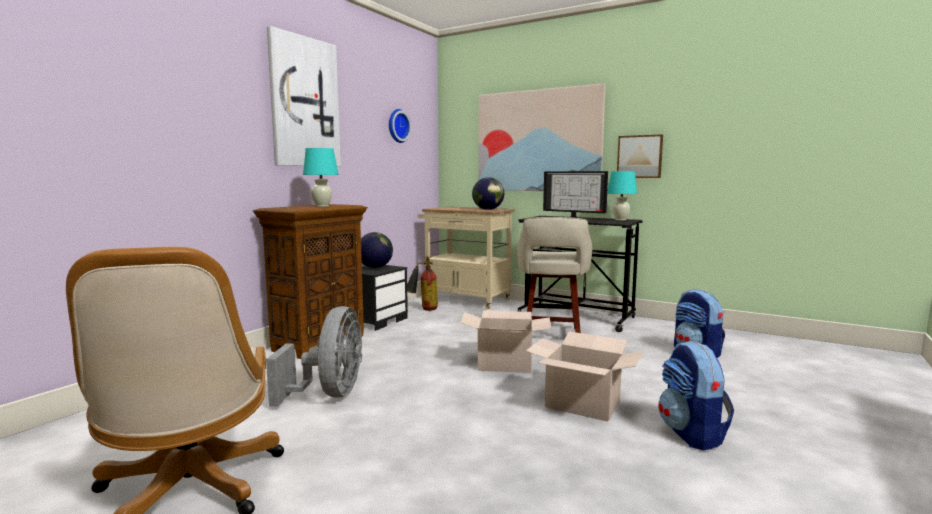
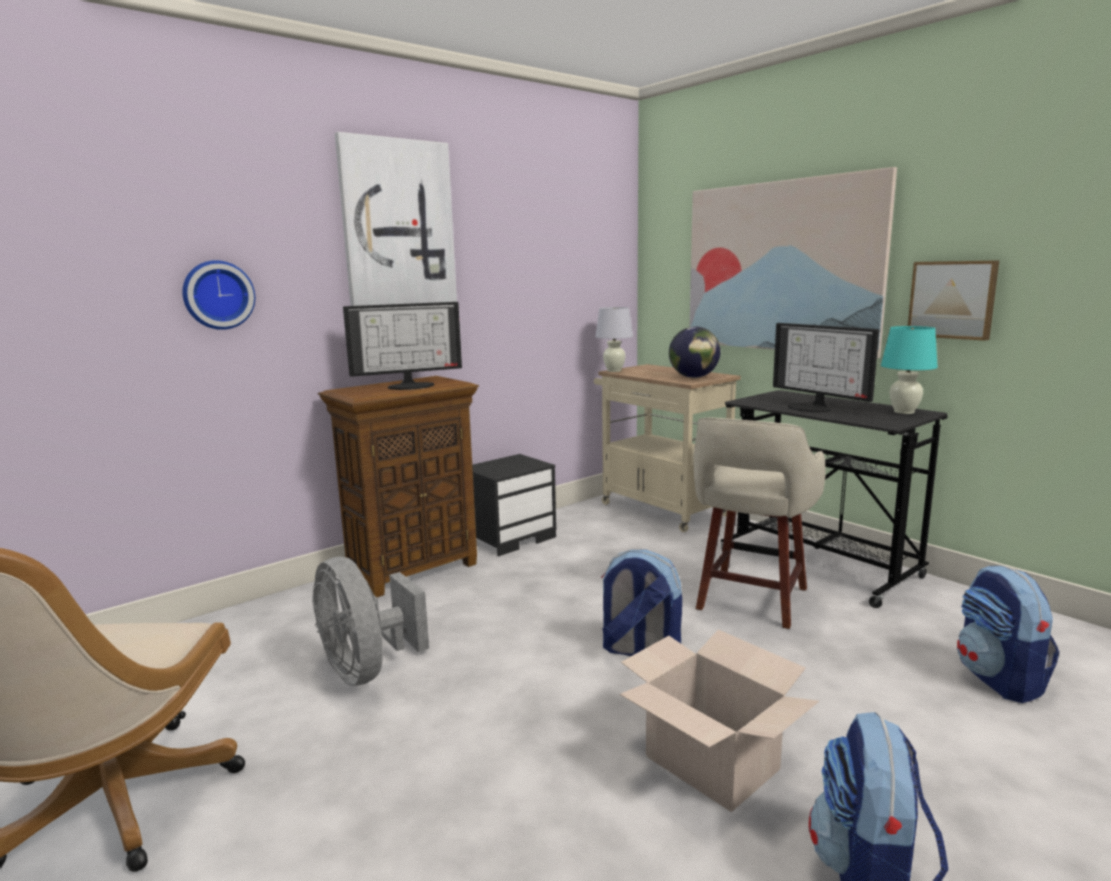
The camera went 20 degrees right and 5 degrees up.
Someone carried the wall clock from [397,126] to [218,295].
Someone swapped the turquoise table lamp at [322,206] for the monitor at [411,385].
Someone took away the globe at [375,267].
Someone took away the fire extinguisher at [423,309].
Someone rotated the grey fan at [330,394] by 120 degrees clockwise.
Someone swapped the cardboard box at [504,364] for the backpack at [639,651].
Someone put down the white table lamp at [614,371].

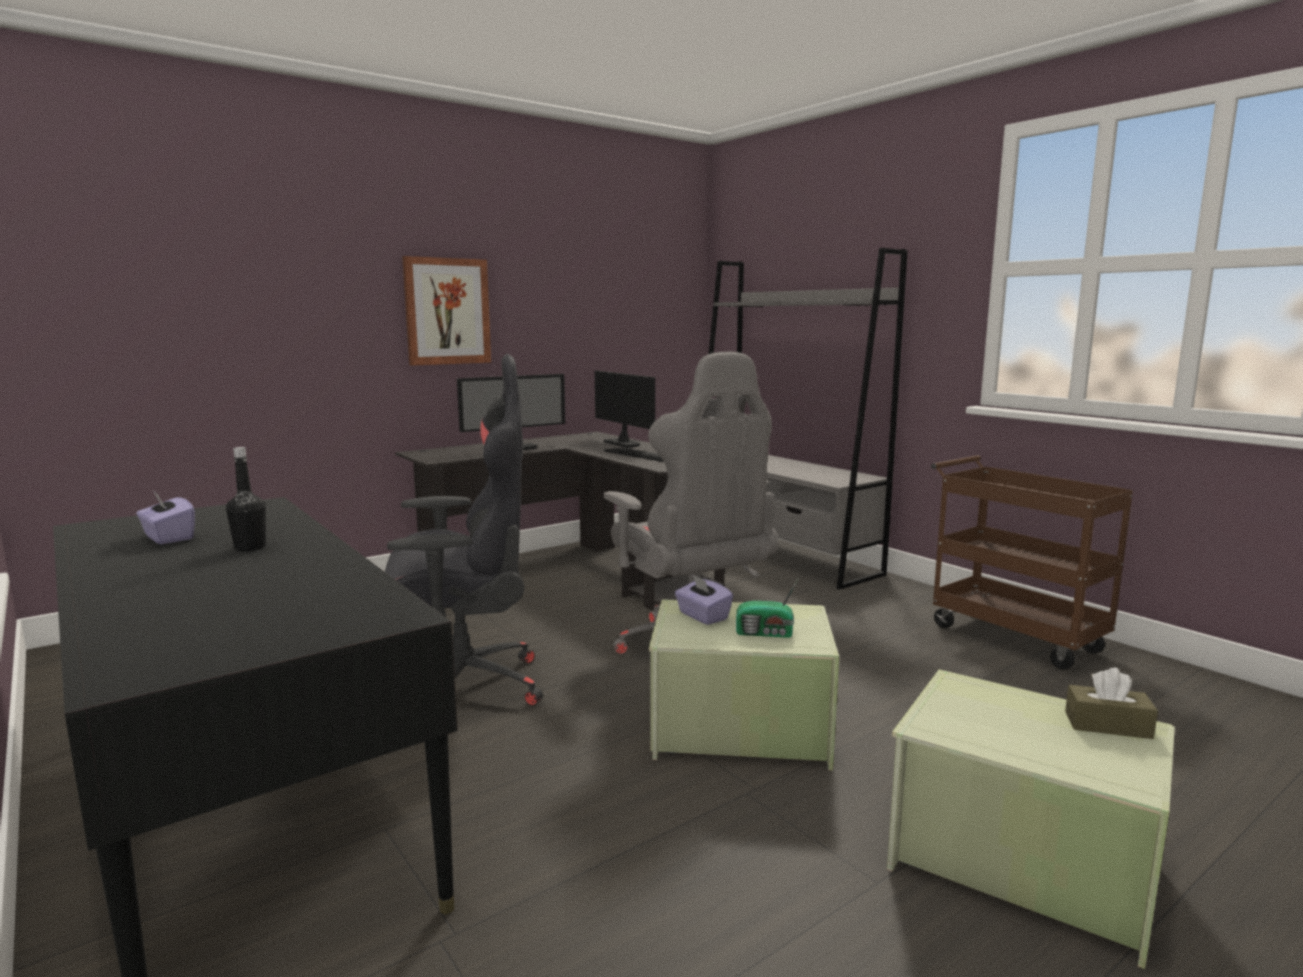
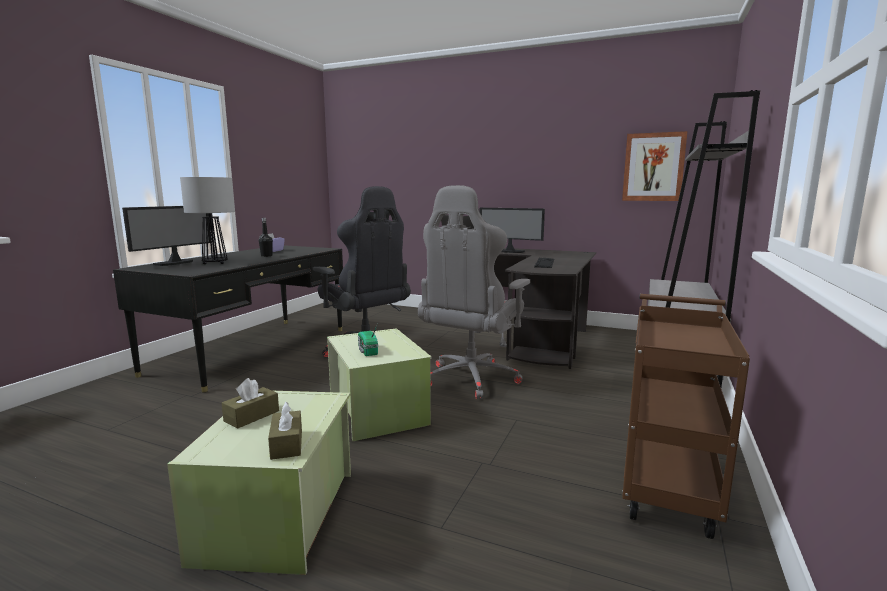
The camera went 60 degrees right and 0 degrees up.
Someone carried the picture from [447,311] to [653,167].
Someone carried the monitor from [623,443] to [175,263].
Someone took away the purple tissue box at [702,616].
Someone put down the table lamp at [215,263].
Someone put down the brown tissue box at [252,416].

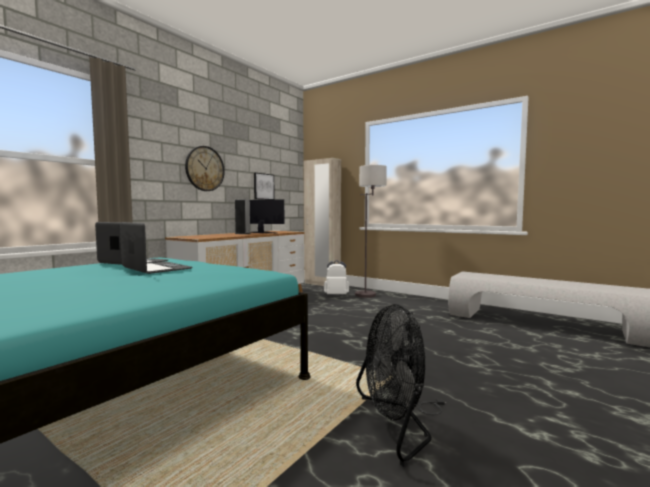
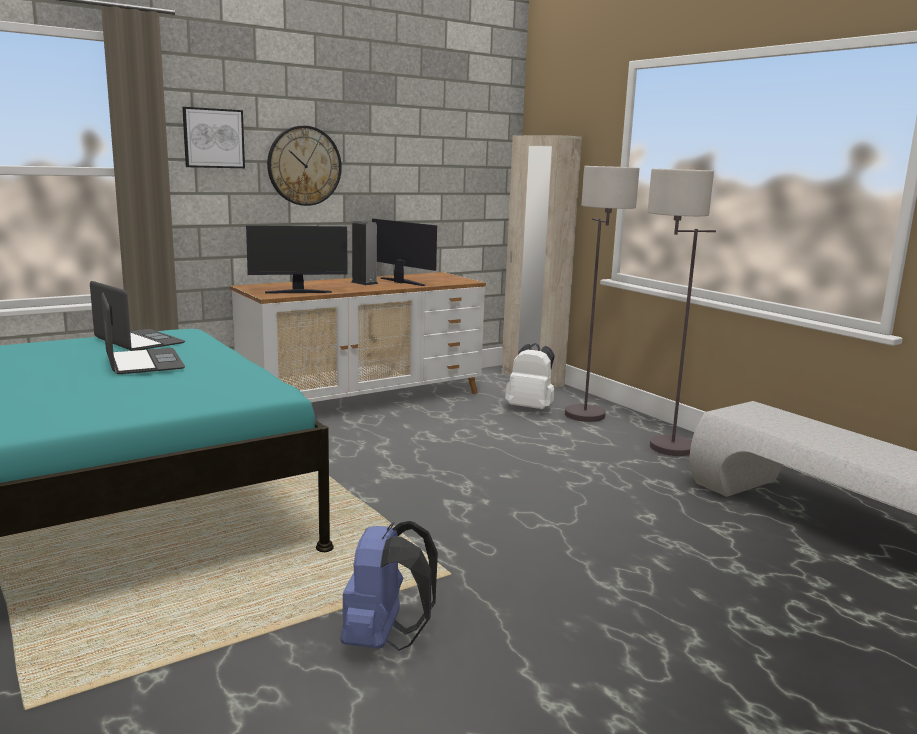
The camera went 20 degrees right and 10 degrees up.
Someone carried the picture from [263,186] to [213,138].
Someone swapped the black fan at [400,422] for the blue backpack at [384,639].
Someone put down the grey floor lamp at [660,449].
Someone put down the monitor at [298,292].

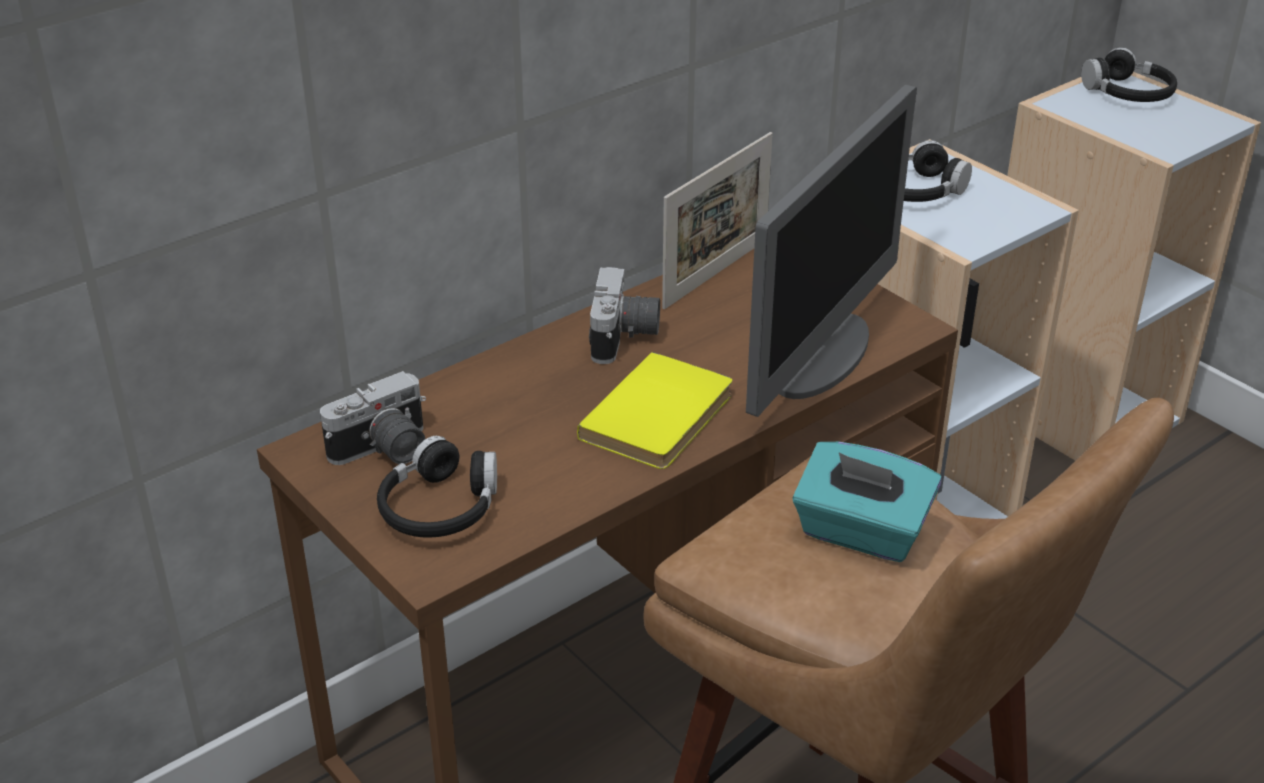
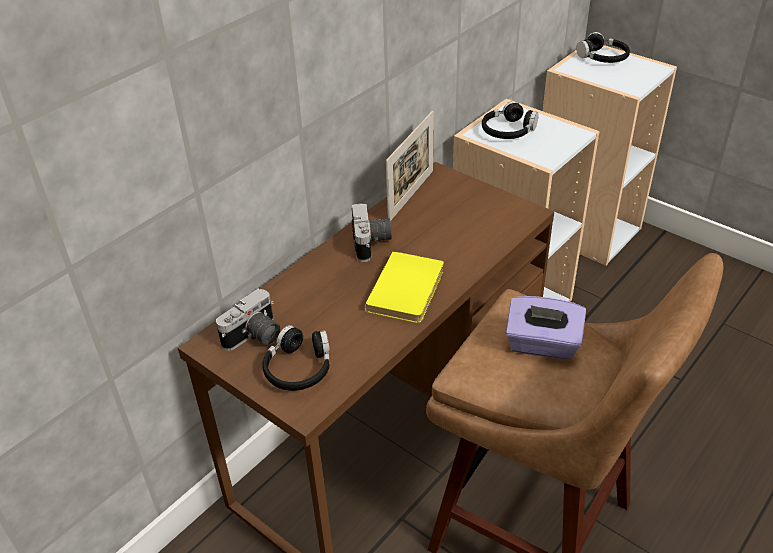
The camera went 10 degrees left and 5 degrees up.
Someone took away the monitor at [821,356].
Someone repainted the turquoise tissue box at [861,533], which became the purple tissue box at [542,345].

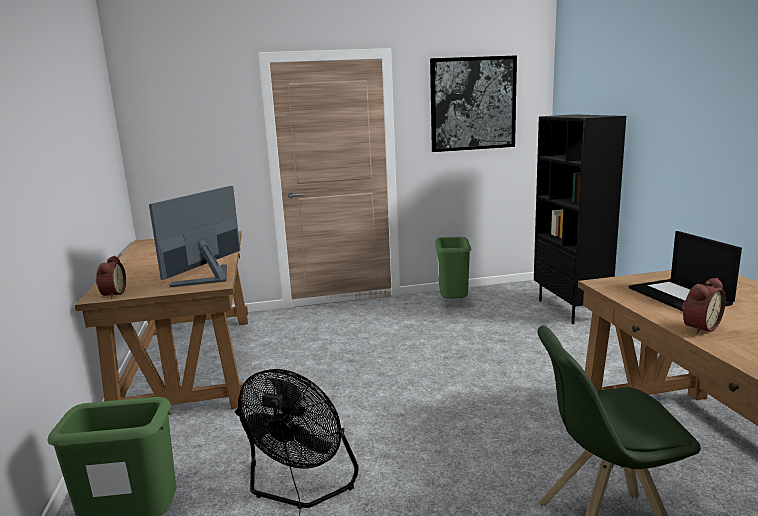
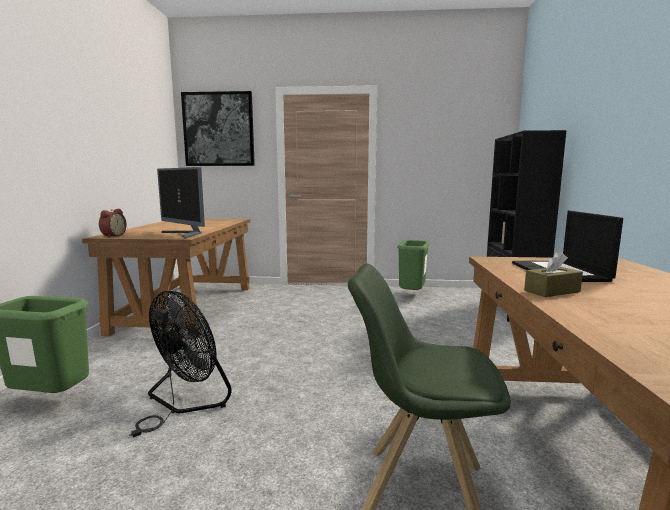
The camera went 15 degrees right and 5 degrees down.
Someone carried the picture from [473,104] to [218,129].
Someone rotated the monitor at [208,278] by 90 degrees counterclockwise.
Someone swapped the alarm clock at [698,327] for the brown tissue box at [552,291].

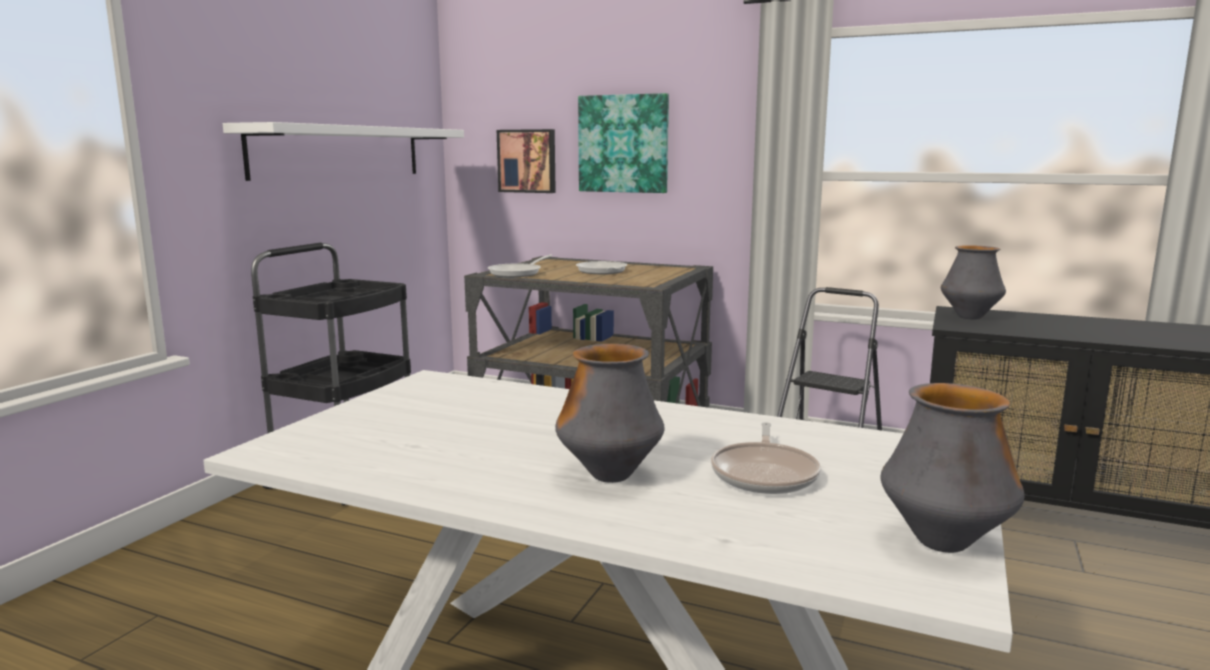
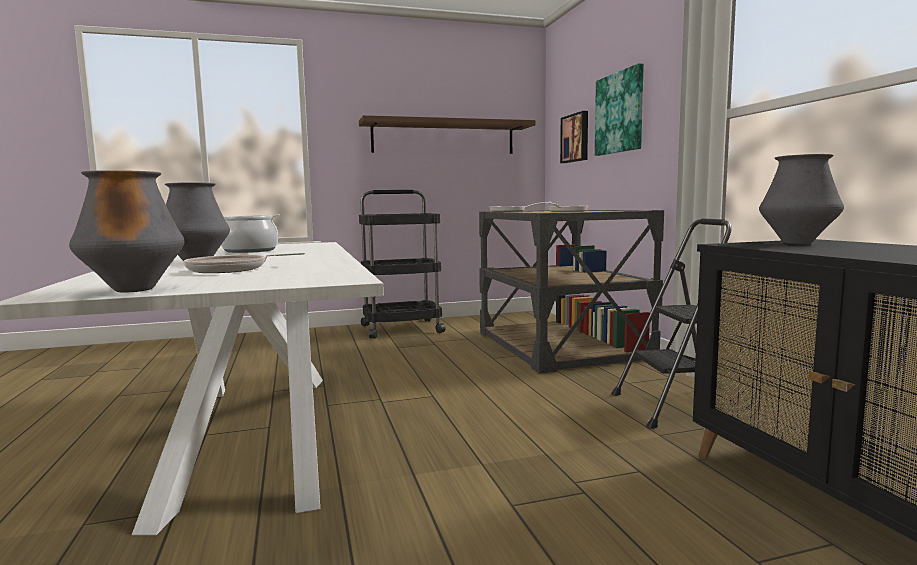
The camera went 50 degrees right and 5 degrees down.
Someone repainted the white shelf at [339,152], which became the brown shelf at [443,138].
Someone put down the cooking pot at [250,251].

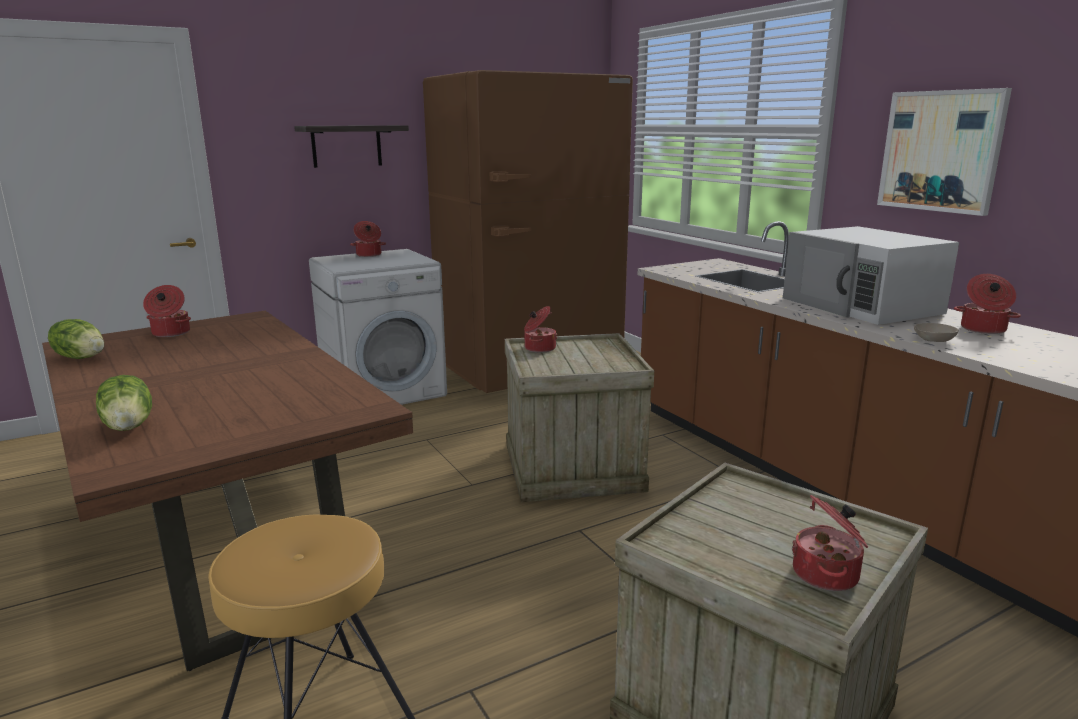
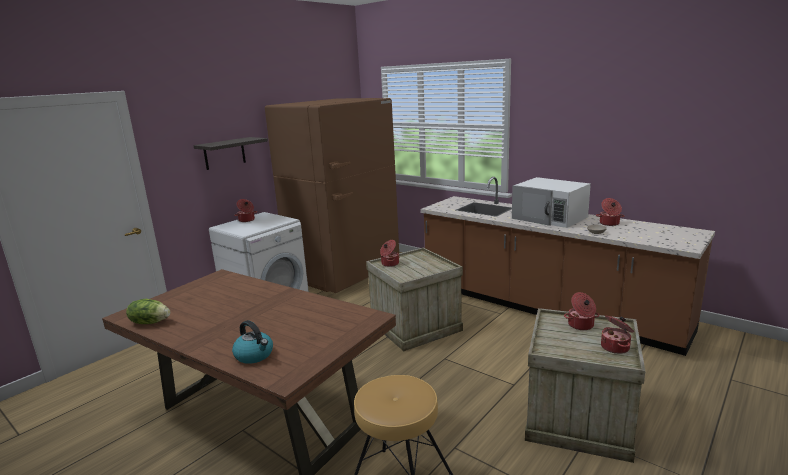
The camera went 20 degrees left and 0 degrees up.
Someone took away the picture at [941,151].
Someone carried the cooking pot from [170,333] to [581,325].
Someone swapped the lettuce at [130,426] for the kettle at [254,355].

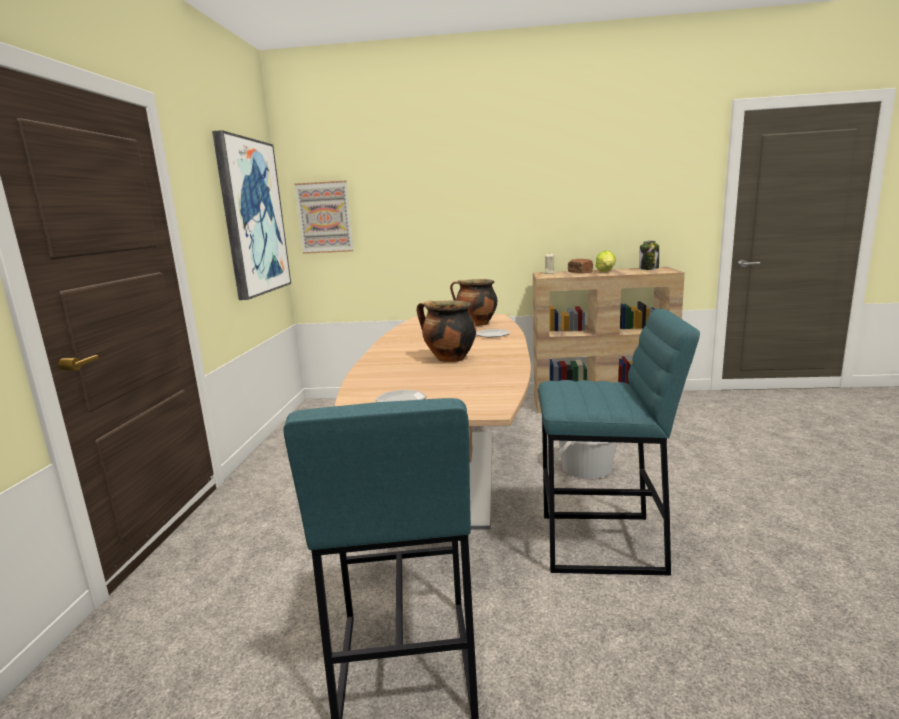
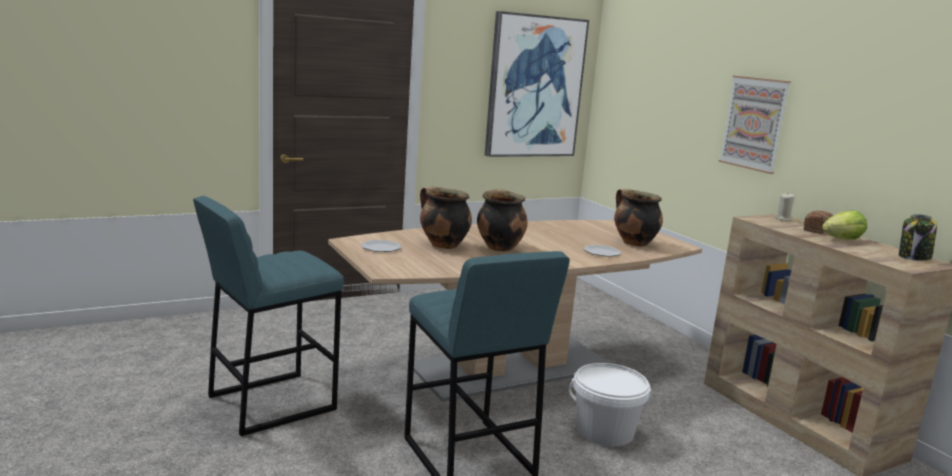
The camera went 55 degrees right and 0 degrees up.
Someone carried the picture from [324,217] to [754,123].
Someone put down the cooking pot at [442,245].

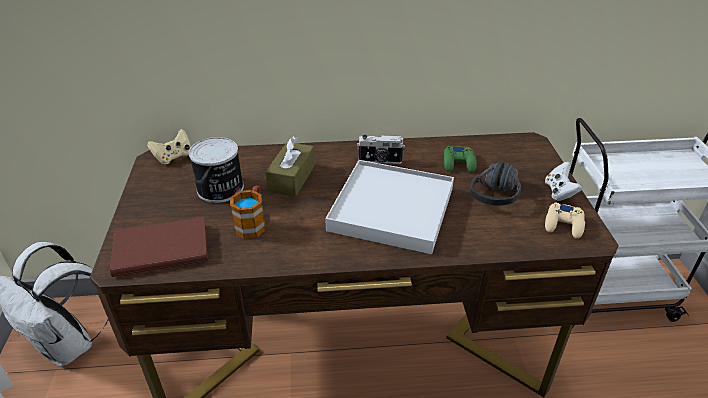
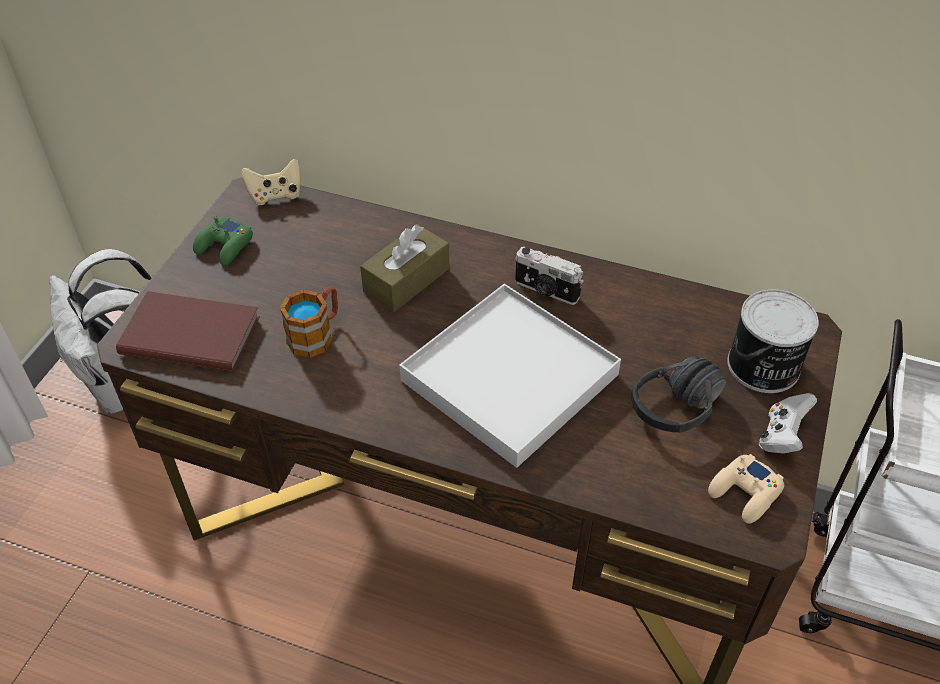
The camera went 25 degrees right and 10 degrees up.
Someone carried the can from [220,189] to [763,367].
Someone carried the green game controller from [459,163] to [224,246].

